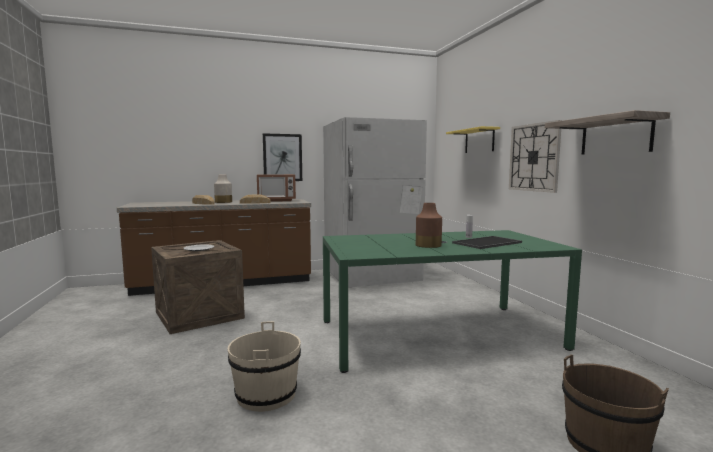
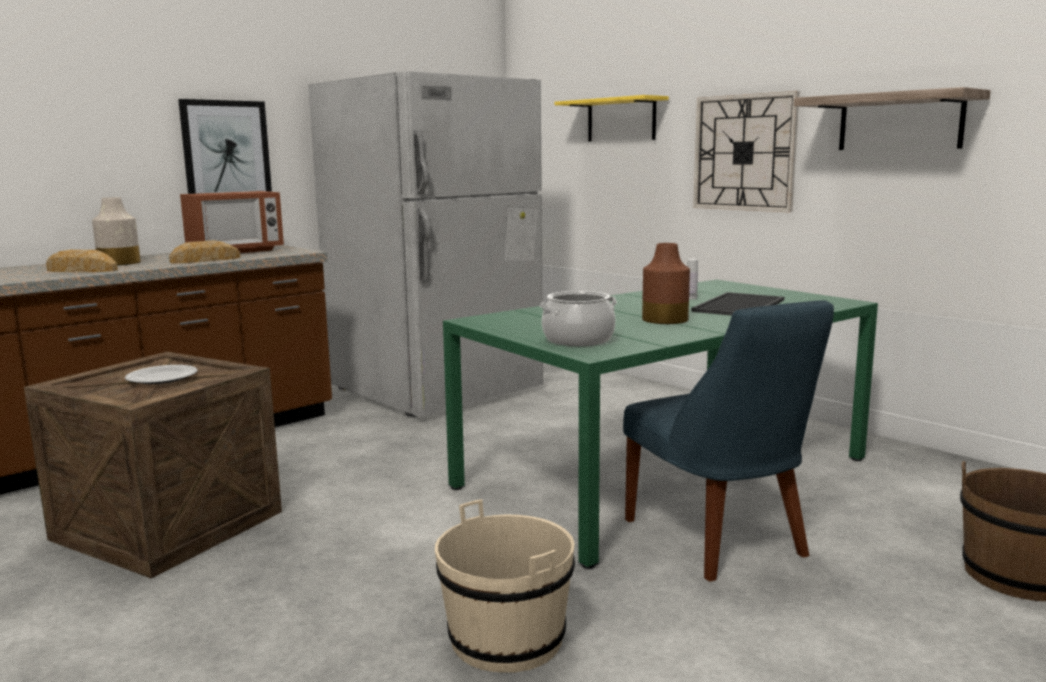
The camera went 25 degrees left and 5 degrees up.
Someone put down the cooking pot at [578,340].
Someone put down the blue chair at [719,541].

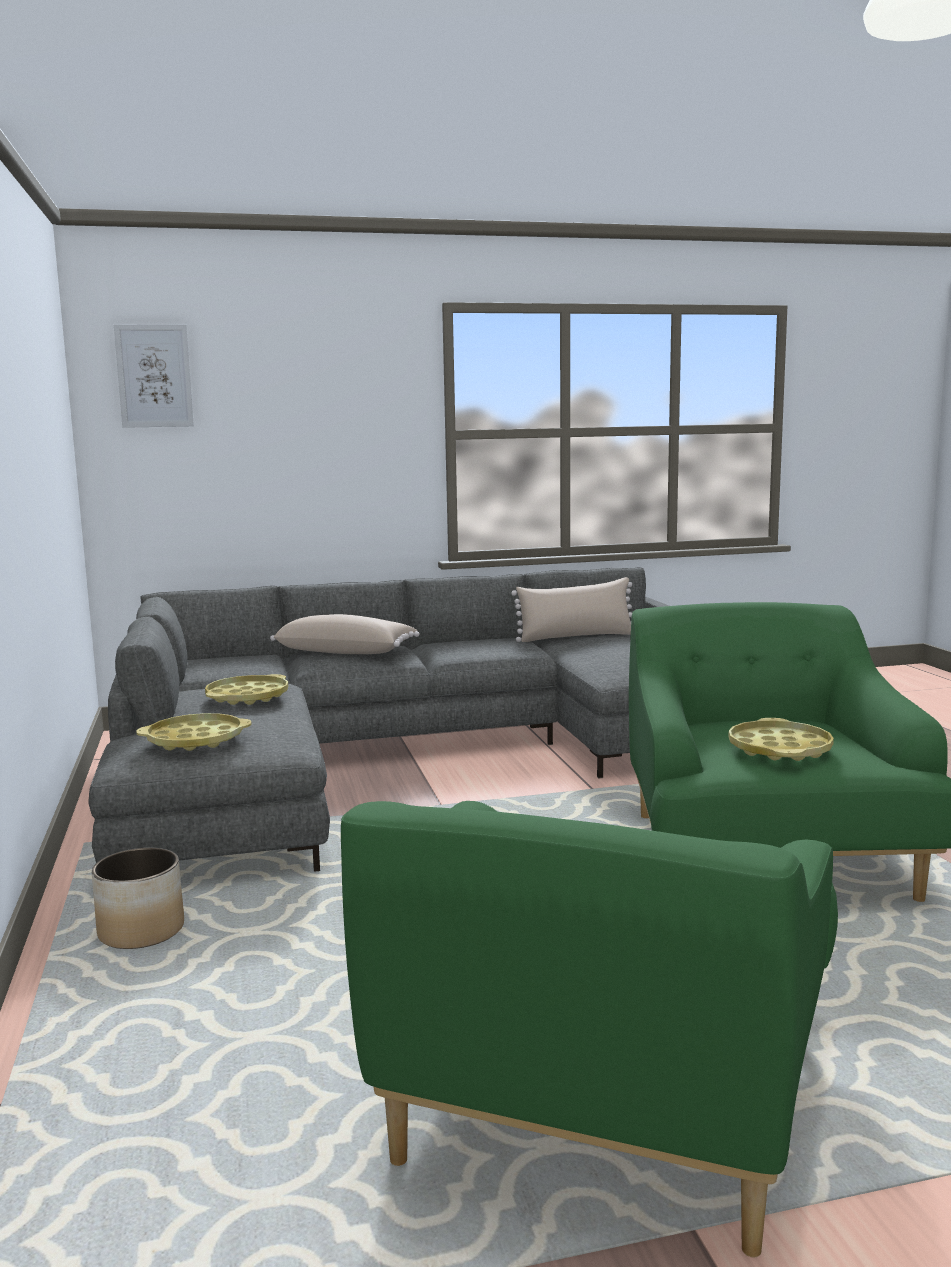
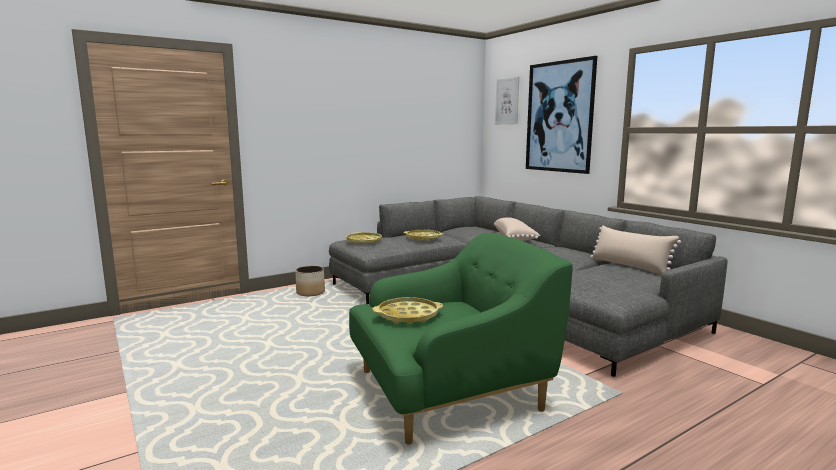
The camera went 70 degrees right and 0 degrees up.
Someone took away the green armchair at [606,1092].
Someone put up the picture at [559,117].

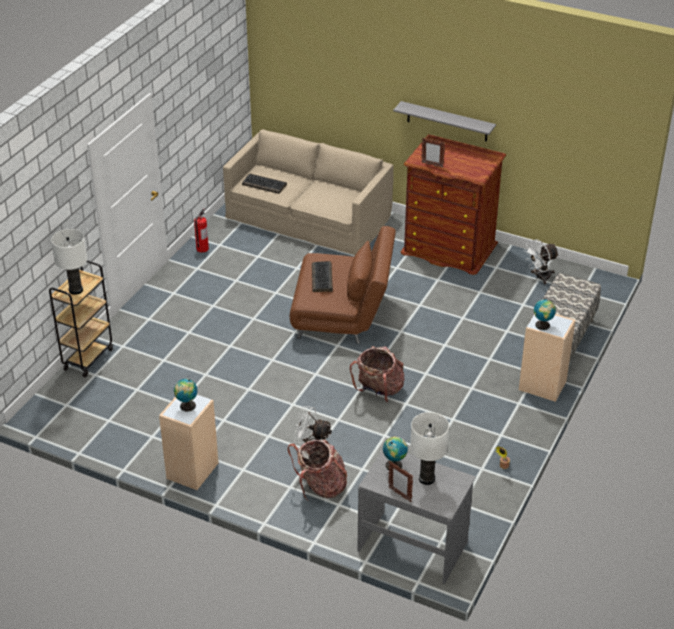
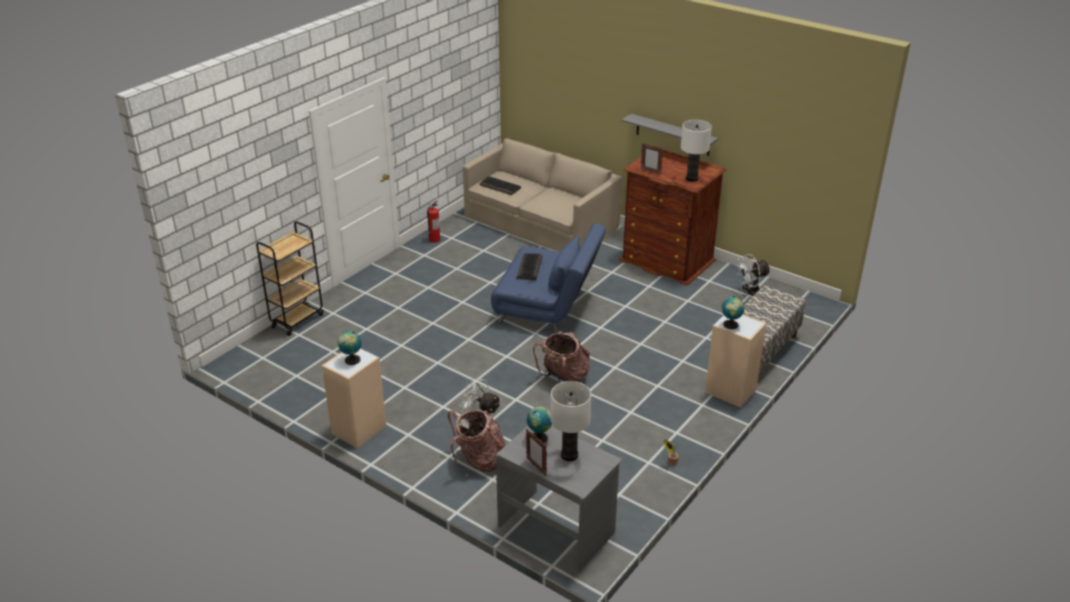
The camera went 10 degrees right and 5 degrees down.
Someone repainted the brown armchair at [343,314], which became the blue armchair at [548,307].
Someone carried the white table lamp from [76,290] to [692,178].

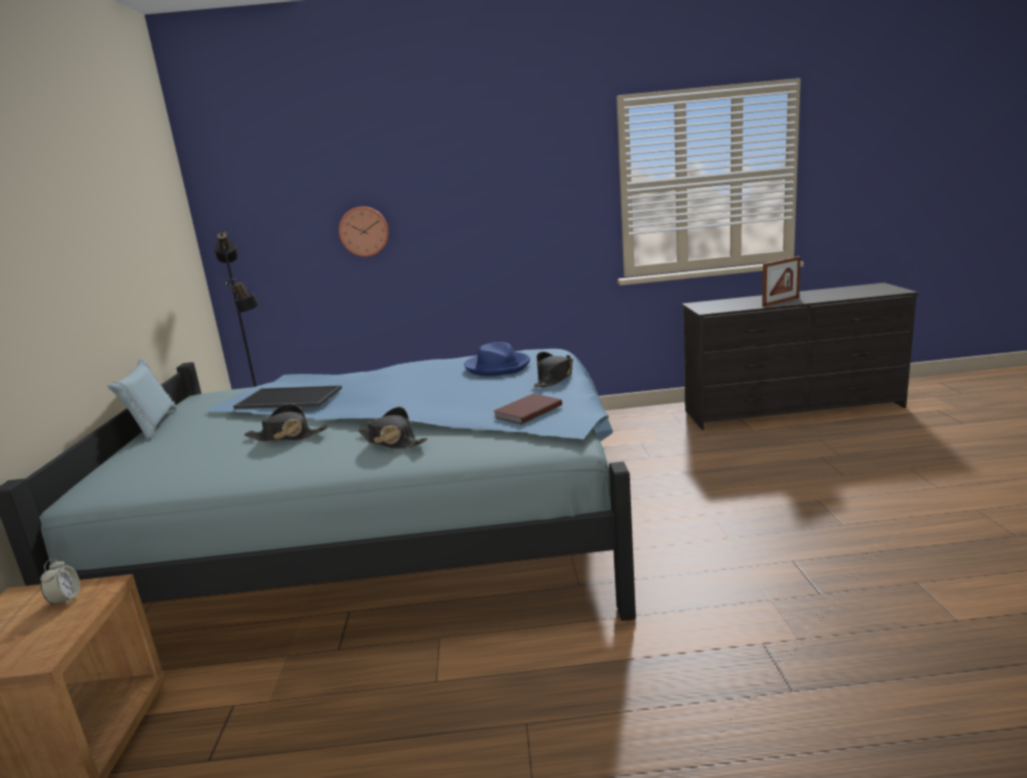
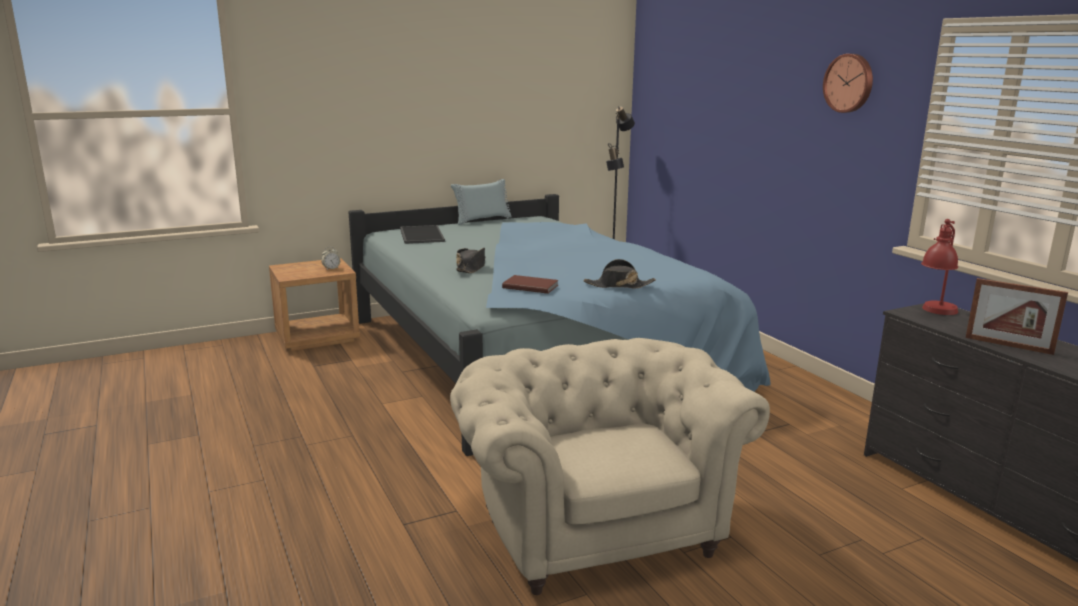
The camera went 65 degrees right and 0 degrees up.
Someone carried the wall clock from [364,231] to [849,83].
Someone took away the blue hat at [498,367].
Someone carried the tray from [287,399] to [420,235].
Someone took away the black hat at [287,437].
Someone put down the red table lamp at [936,313].
Someone put down the beige armchair at [592,528].

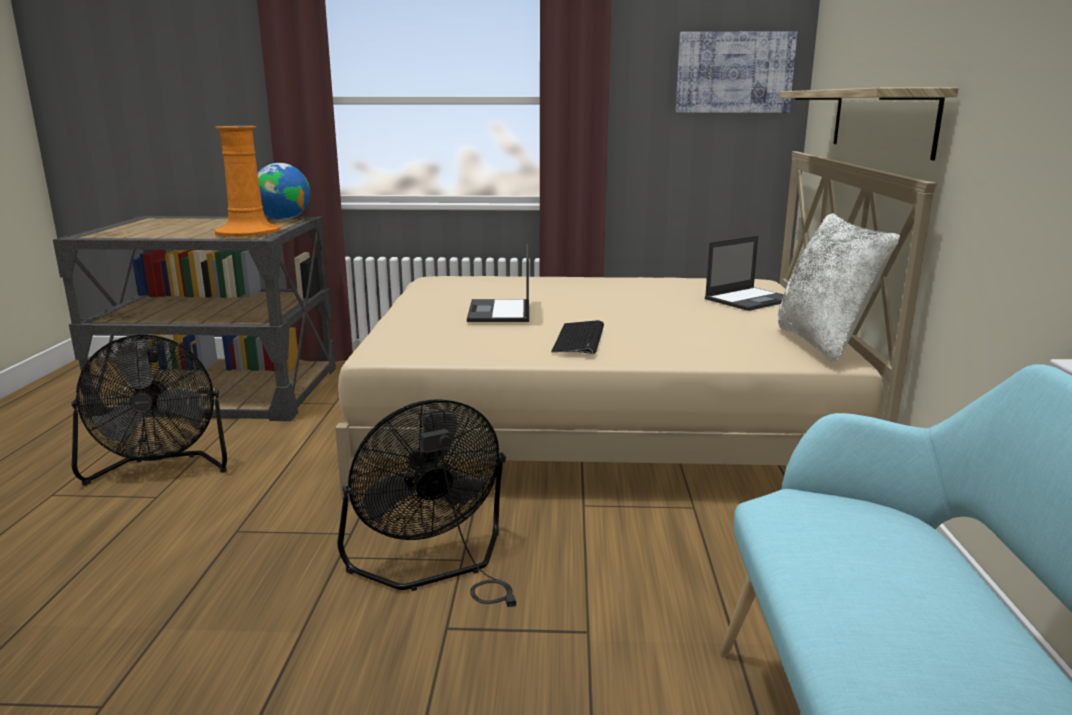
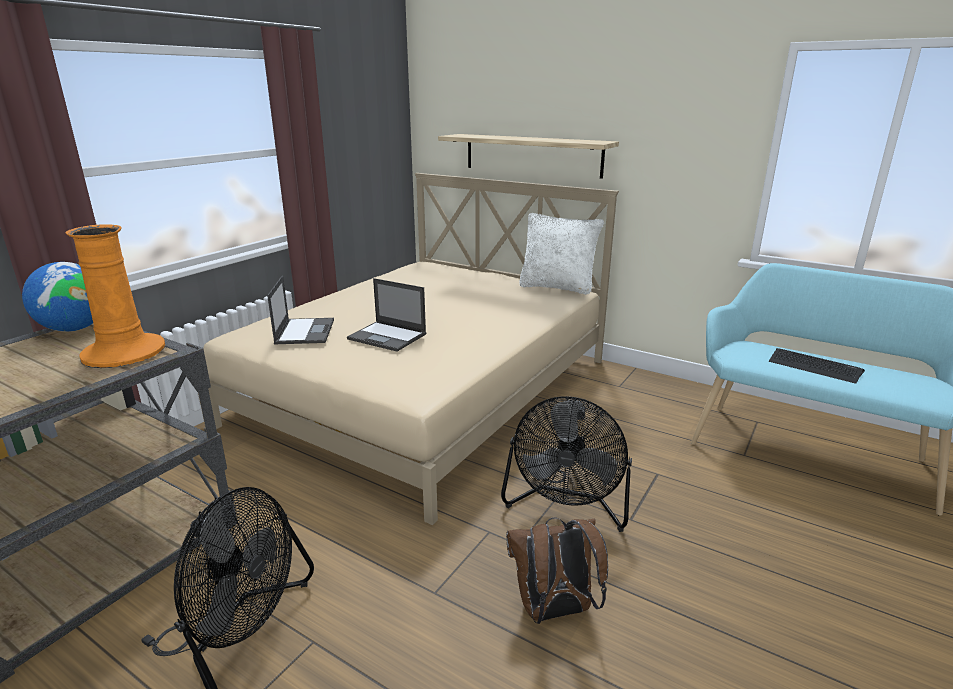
The camera went 60 degrees left and 5 degrees up.
Someone took away the picture at [734,73].
Someone carried the laptop from [750,299] to [305,331].
Someone carried the keyboard from [579,339] to [814,366].
Someone rotated the black fan at [442,566] by 75 degrees counterclockwise.
Someone put down the brown backpack at [554,611].

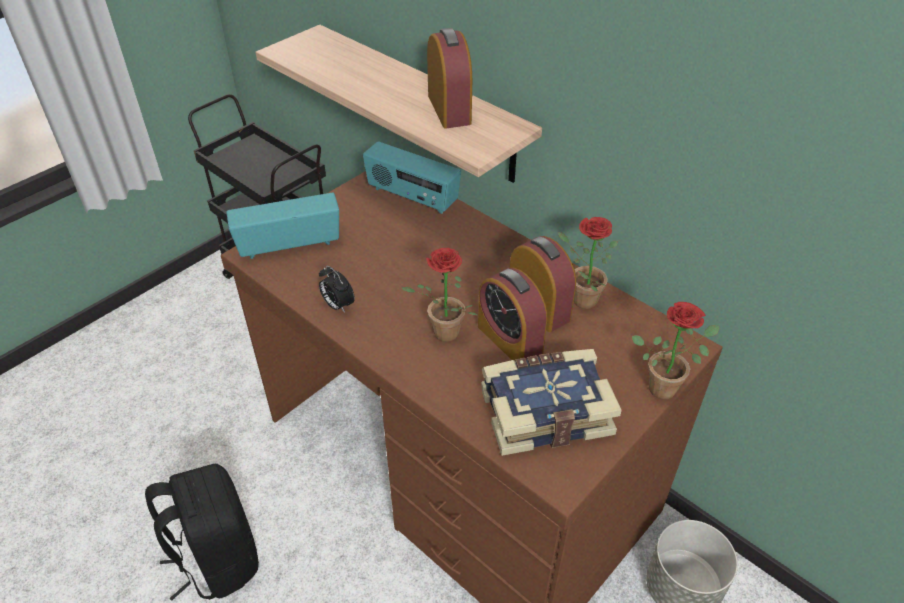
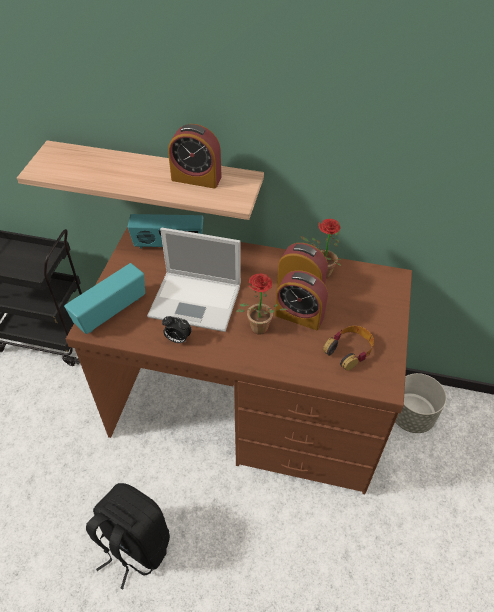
The camera went 30 degrees left and 5 degrees up.
Someone rotated the alarm clock at [449,109] by 150 degrees clockwise.
Someone took away the potted plant at [666,386].
Someone swapped the book at [545,411] for the headphones at [349,350].
Someone put down the laptop at [197,301].

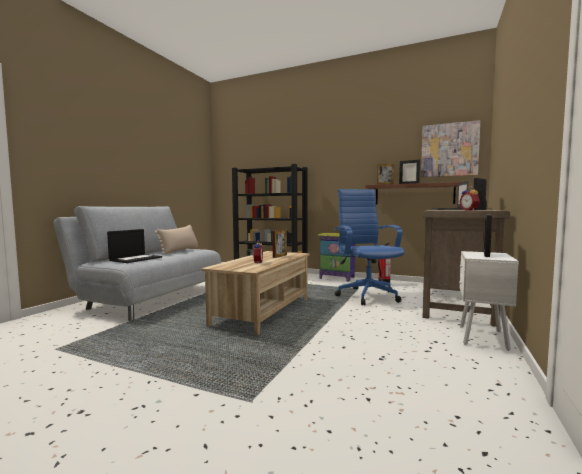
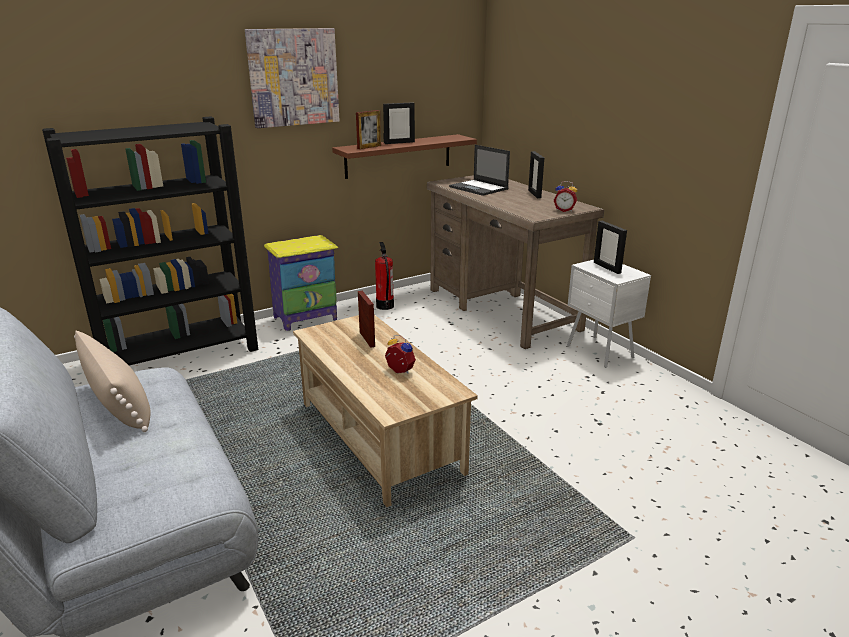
The camera went 55 degrees left and 20 degrees up.
Someone carried the picture from [449,150] to [293,77].
Someone took away the blue office chair at [366,295].
Someone took away the laptop at [136,259].

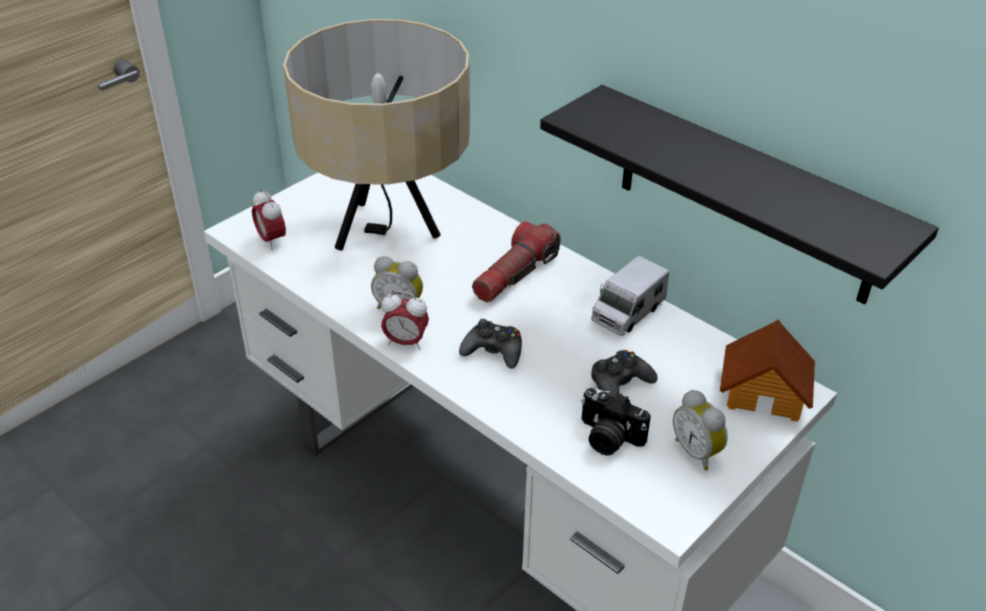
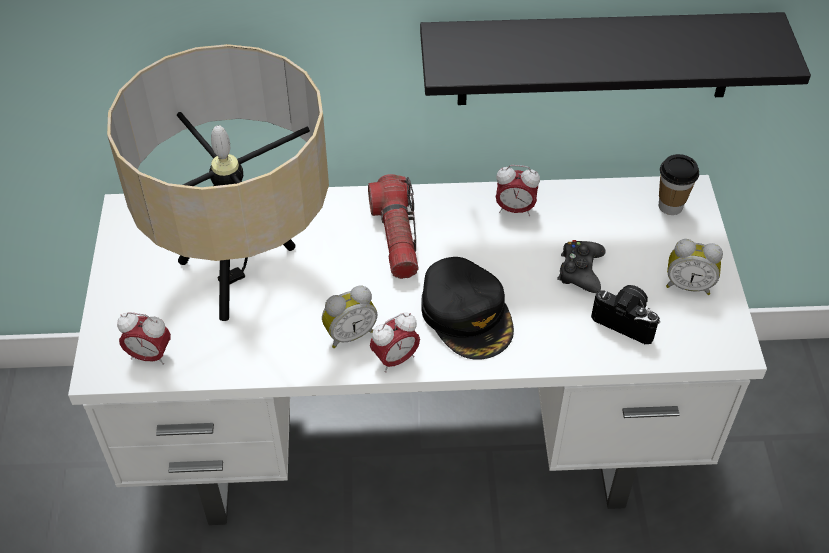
The camera went 45 degrees left and 10 degrees up.
Someone swapped the toy truck at [627,312] for the alarm clock at [515,209].
Someone swapped the black game controller at [493,351] for the black cap at [467,314].
Someone swapped the toy house at [765,391] for the cup at [670,206].
Someone rotated the photo camera at [608,438] by 135 degrees counterclockwise.

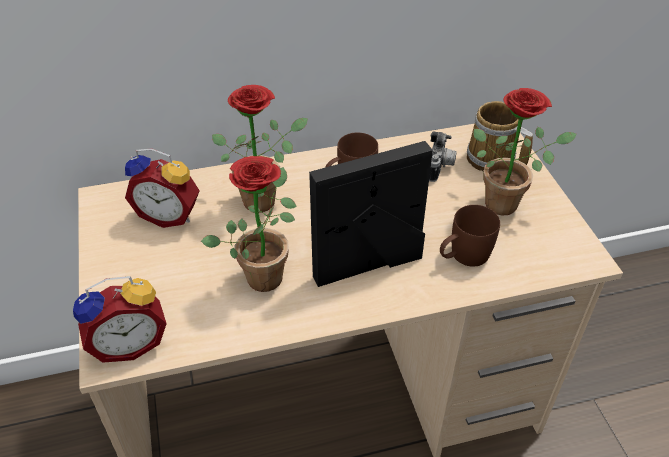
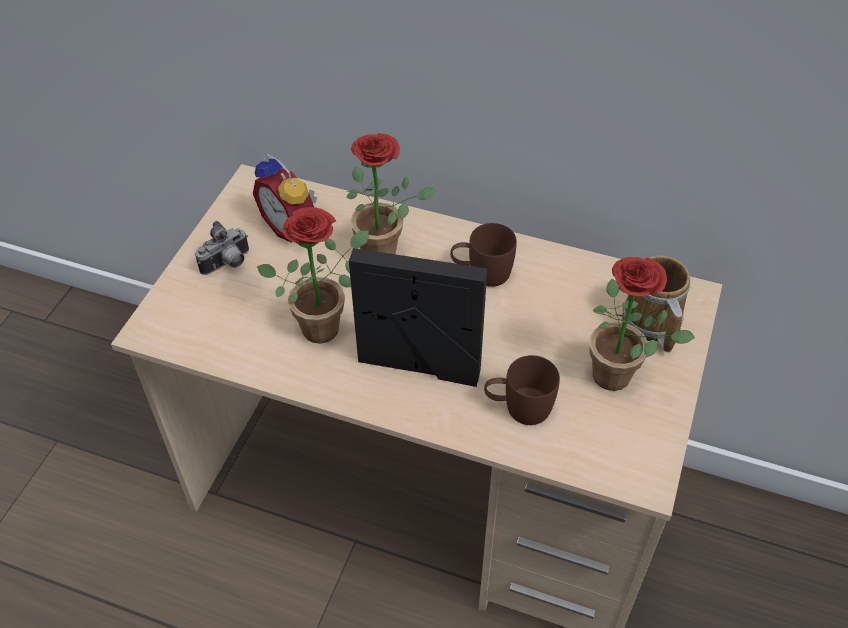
The camera went 35 degrees right and 5 degrees up.
Someone carried the photo camera from [440,168] to [228,264].
Someone took away the alarm clock at [129,343].

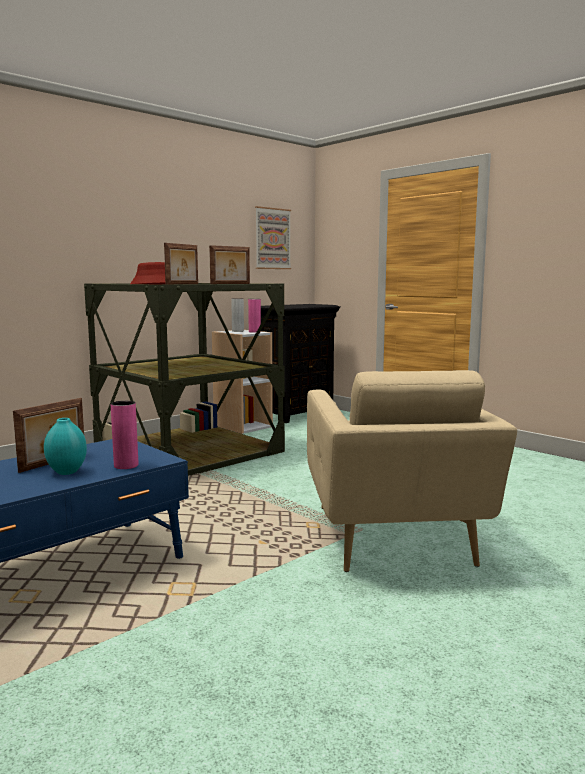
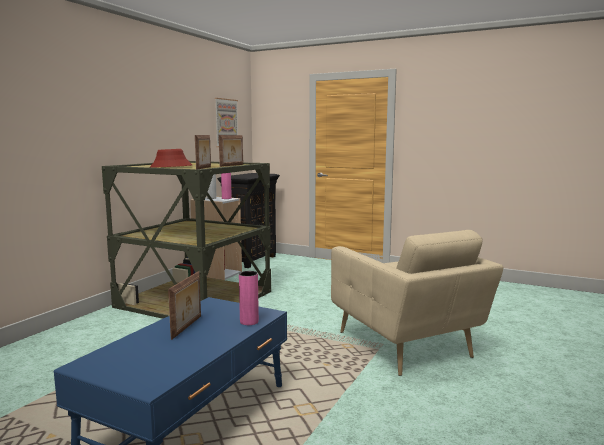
The camera went 20 degrees left and 0 degrees up.
Someone took away the turquoise vase at [66,472].

